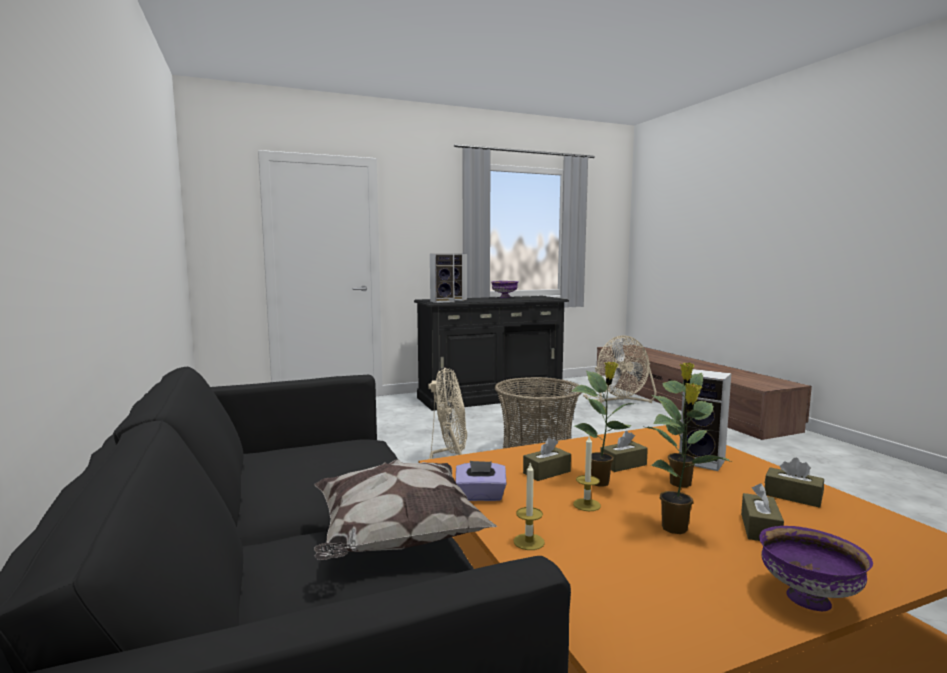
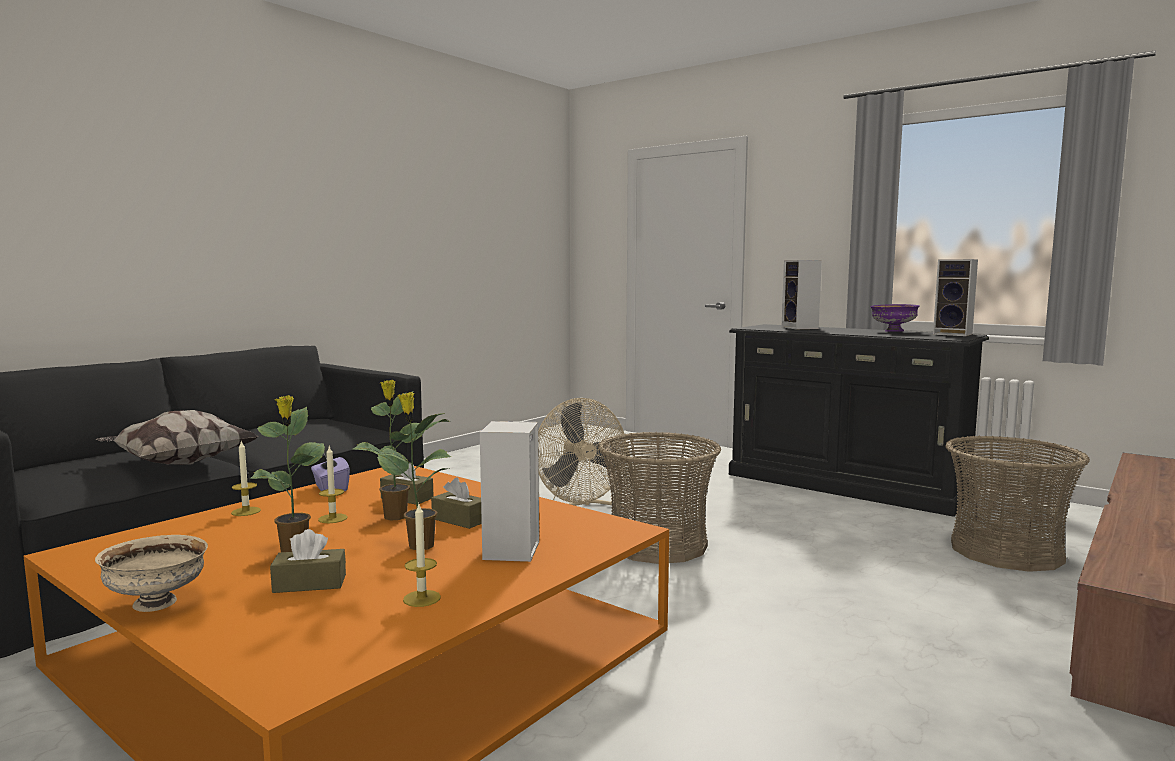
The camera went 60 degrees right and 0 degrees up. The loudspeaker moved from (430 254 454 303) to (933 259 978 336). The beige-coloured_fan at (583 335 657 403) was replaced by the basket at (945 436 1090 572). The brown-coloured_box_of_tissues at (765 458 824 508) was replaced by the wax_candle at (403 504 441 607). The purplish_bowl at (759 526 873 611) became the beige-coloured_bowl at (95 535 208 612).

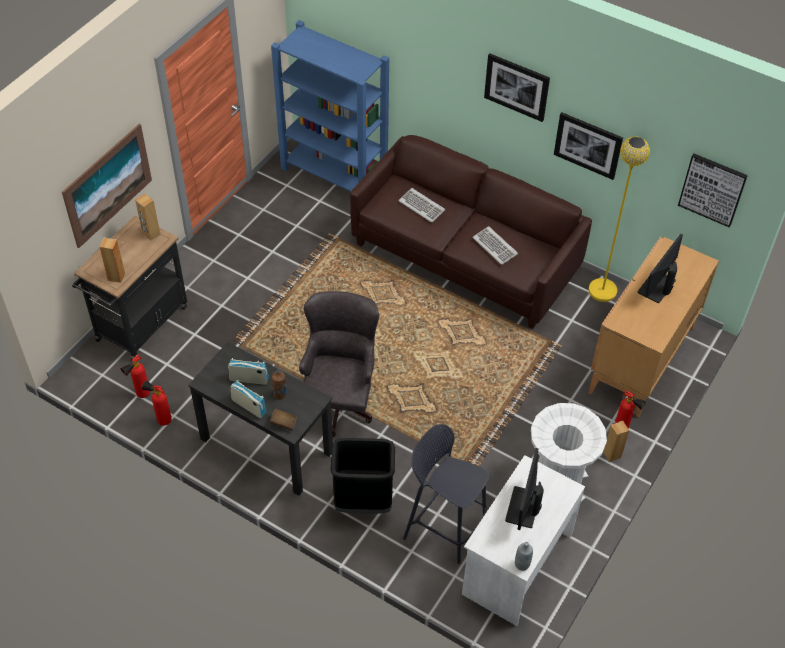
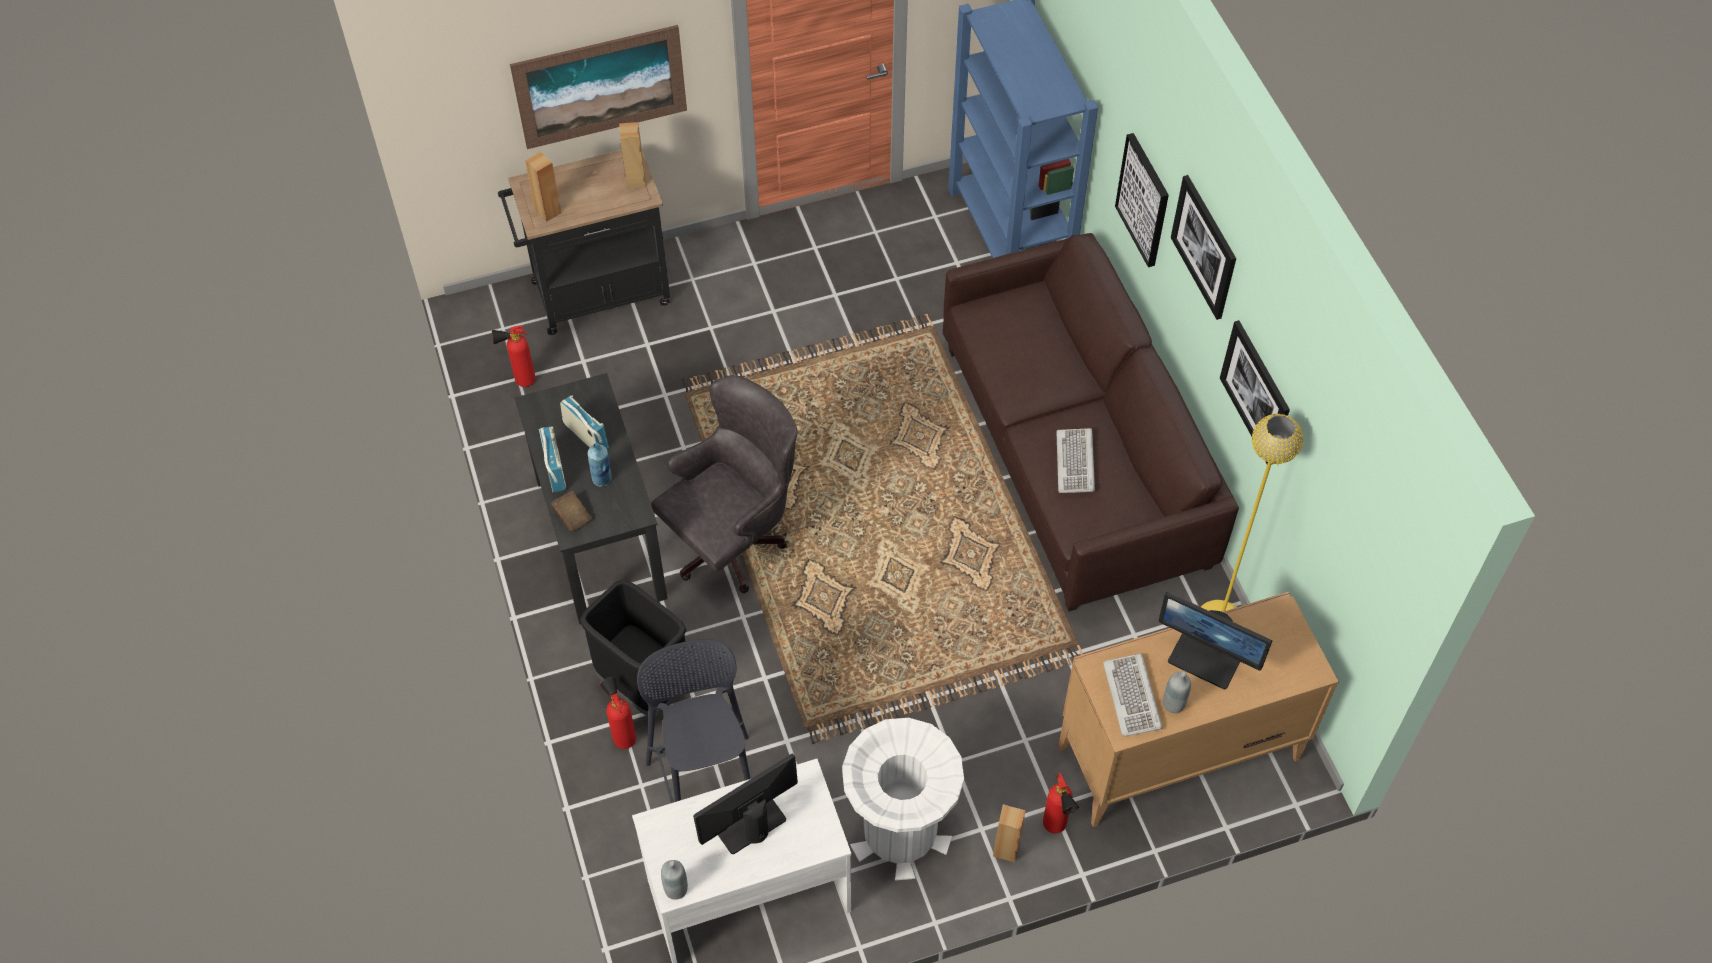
The camera went 40 degrees right and 5 degrees up. The greyish_beverage_bottle at (1163 671 1191 713) appeared. The fire_extinguisher moved from (142 380 172 426) to (600 677 636 749). The keyboard moved from (398 188 445 223) to (1103 653 1162 737). The picture moved from (678 154 748 227) to (1115 133 1169 267). The brown-coloured_beverage_bottle at (272 370 287 400) became the blue_beverage_bottle at (588 443 612 487). The monitor at (638 234 683 303) turned 135 degrees counterclockwise.

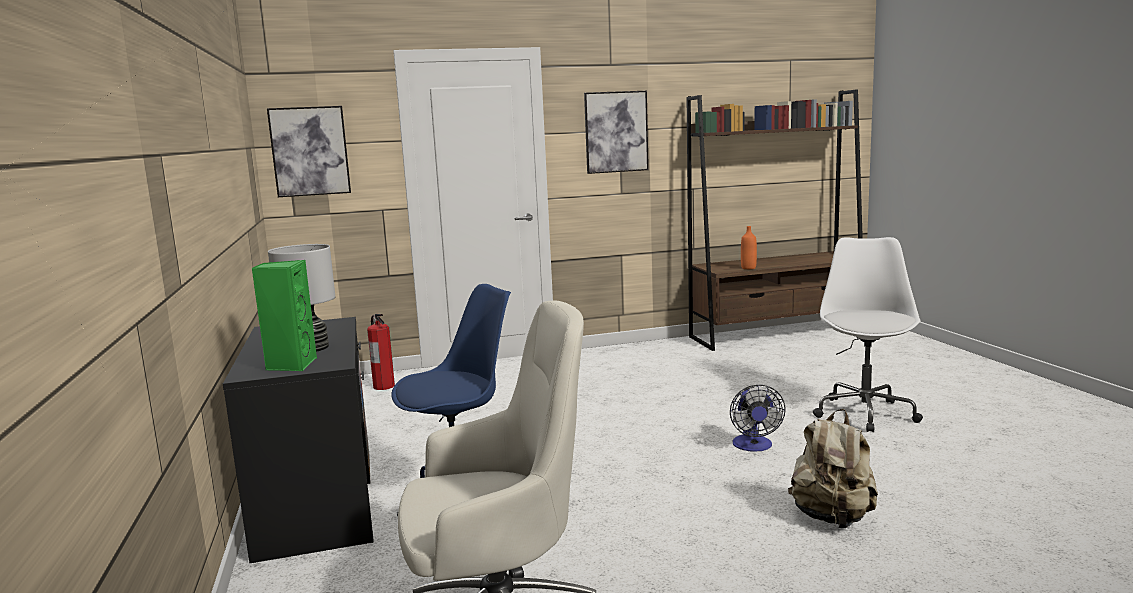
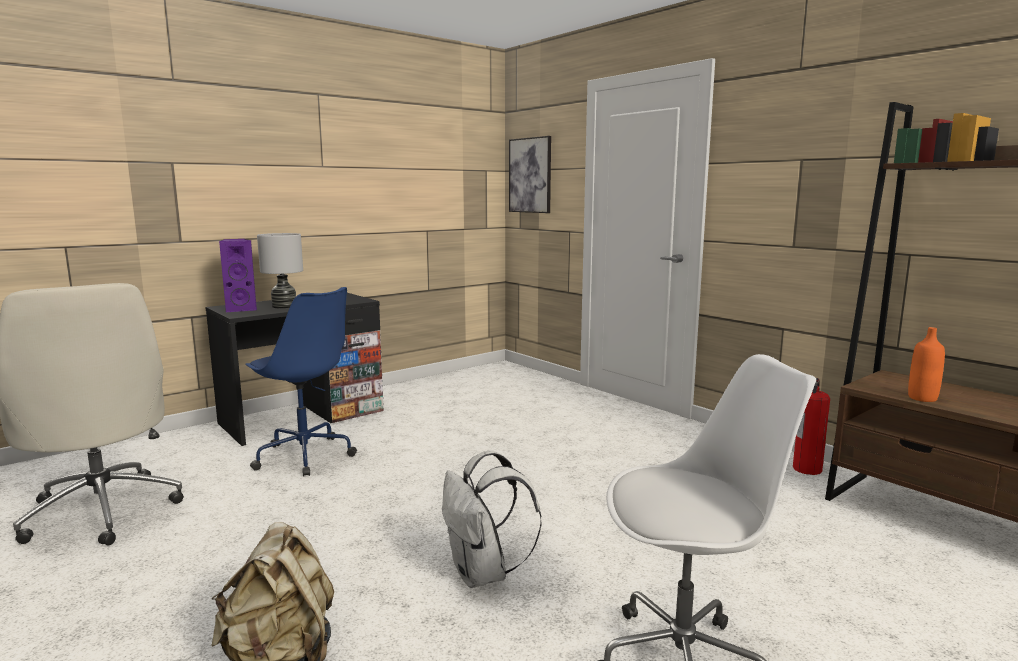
The camera went 65 degrees right and 0 degrees up. The picture at (584 91 649 174) disappeared. The fire_extinguisher moved from (367 314 395 390) to (793 378 830 475). The fan at (730 385 786 452) was replaced by the white_rucksack at (442 451 542 588). The green-coloured_loudspeaker at (252 260 317 371) became the purplish_loudspeaker at (219 239 257 312).

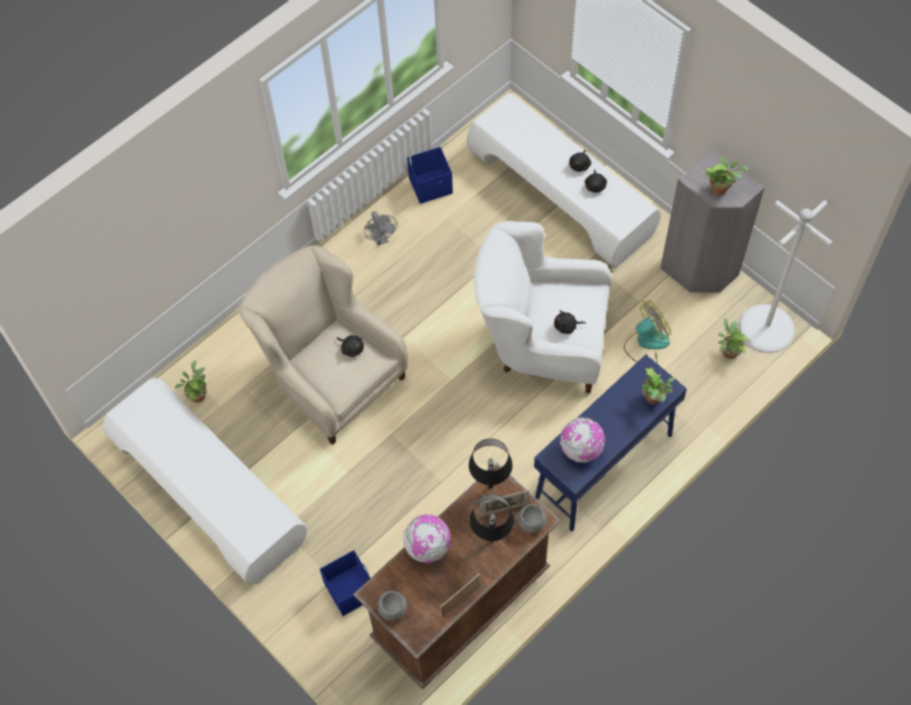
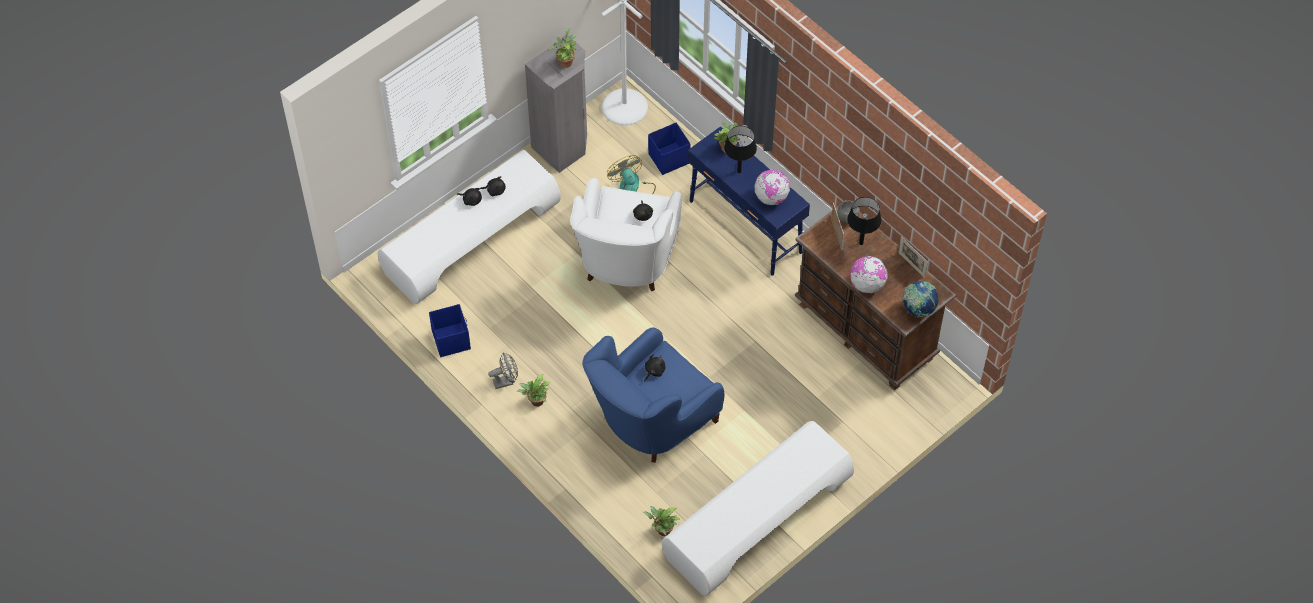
The camera went 90 degrees left and 5 degrees down. The blue_storage_box moved from (320 550 370 616) to (648 123 691 175). The black-coloured_table_lamp moved from (469 439 513 489) to (724 126 757 173). The plant_in_a_pot moved from (718 318 749 359) to (517 374 550 407). The greyish_bowl at (377 591 407 621) was replaced by the globe at (902 281 938 317). The beige-coloured_lounge_chair at (239 246 408 445) became the blue_lounge_chair at (582 327 725 463).

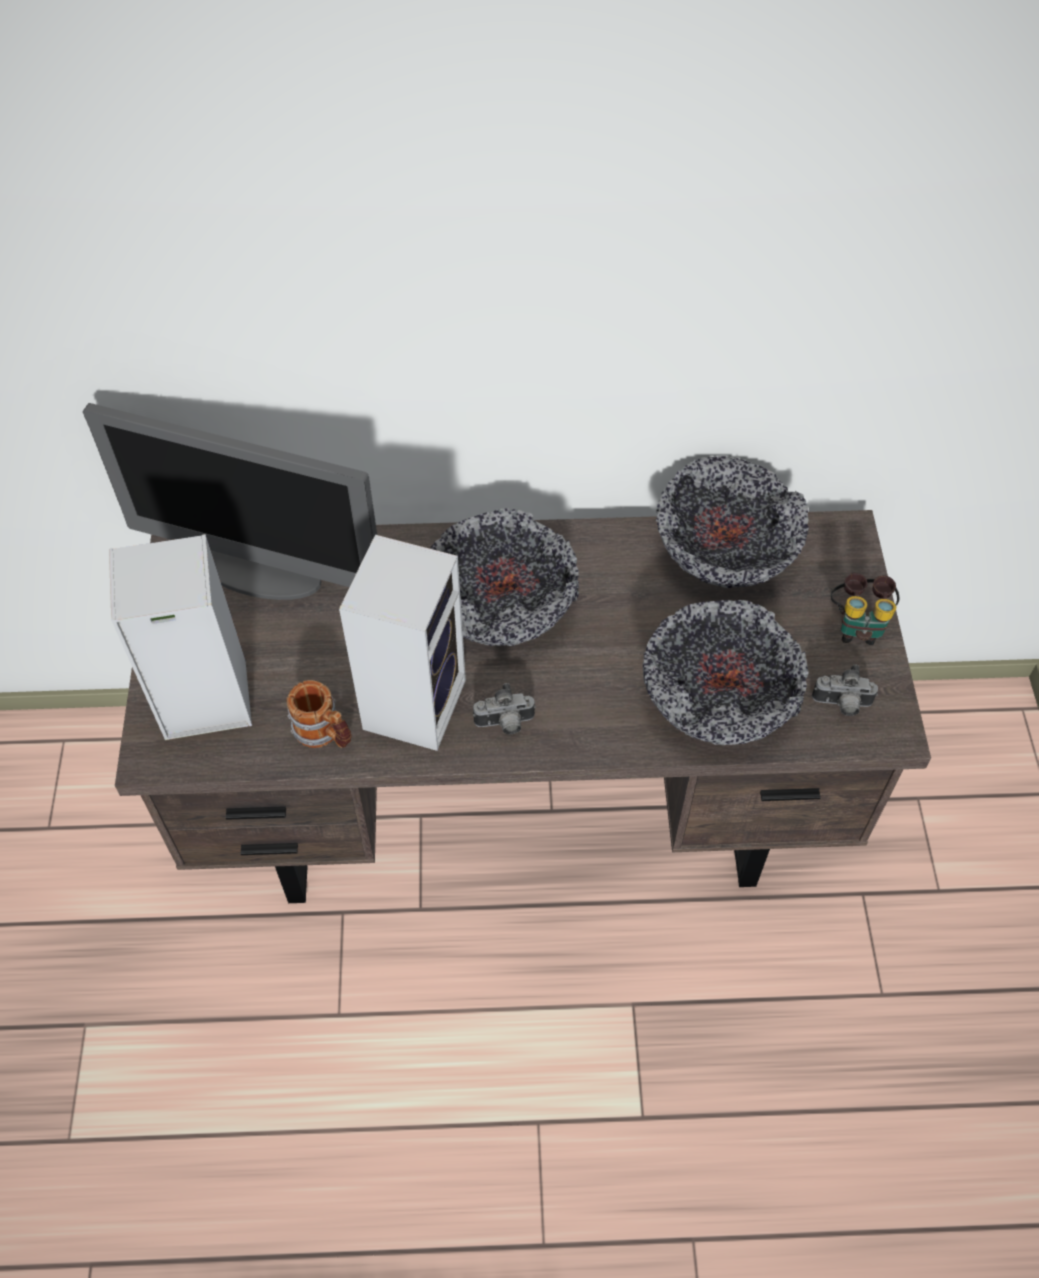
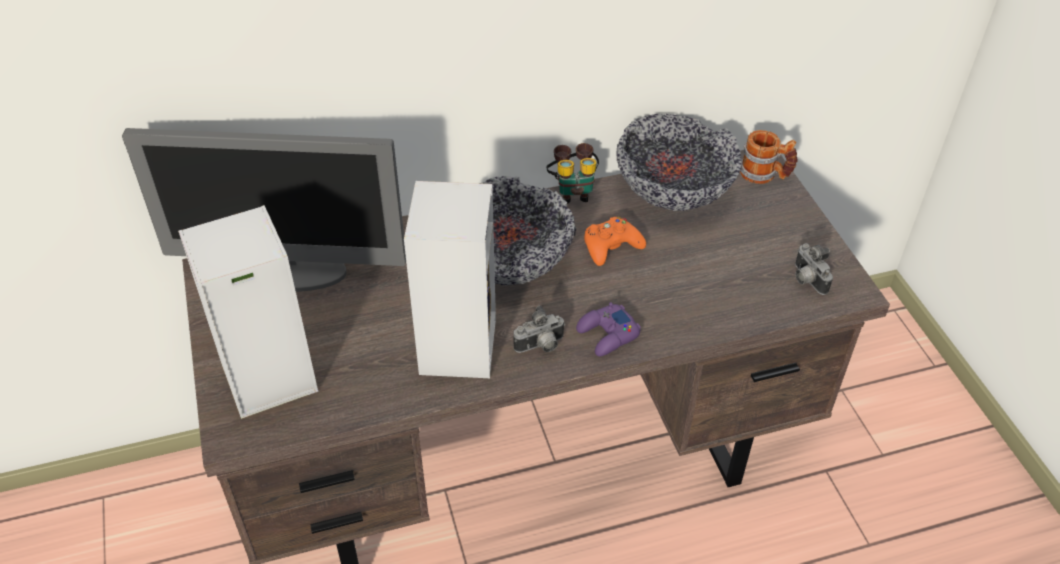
The camera went 15 degrees left and 10 degrees down. The bowl at (643 600 809 745) disappeared. The purplish_game_controller at (576 302 641 356) appeared. The orange_game_controller at (584 216 646 266) appeared. The coffee_mug moved from (286 680 352 748) to (740 130 798 184). The binoculars moved from (831 573 900 645) to (546 143 599 204). The still_camera at (812 664 878 716) turned 75 degrees clockwise.

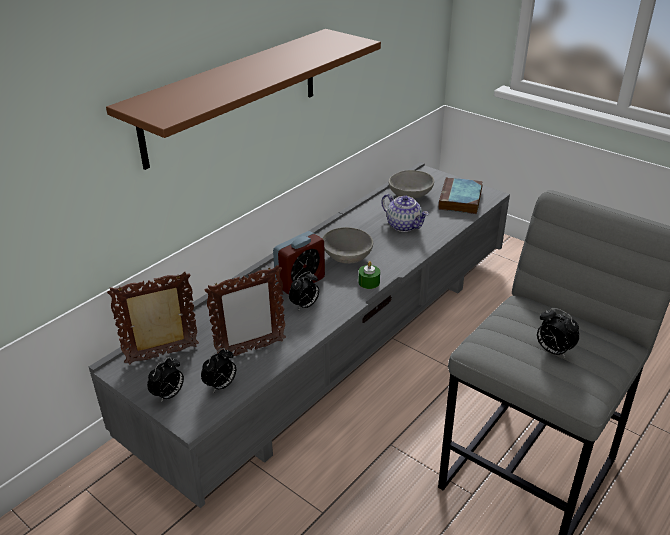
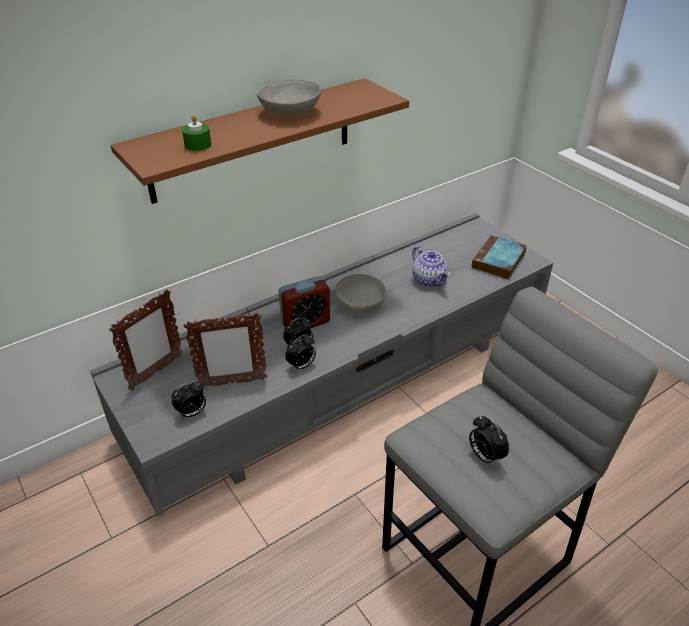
The camera went 15 degrees right and 5 degrees up. The table_clock moved from (147 357 184 403) to (285 335 316 371). The green-coloured_wax_candle moved from (359 261 380 289) to (182 114 211 151). The greyish_bowl moved from (388 170 434 198) to (257 79 321 116). The picture_frame at (107 272 199 365) turned 135 degrees clockwise.

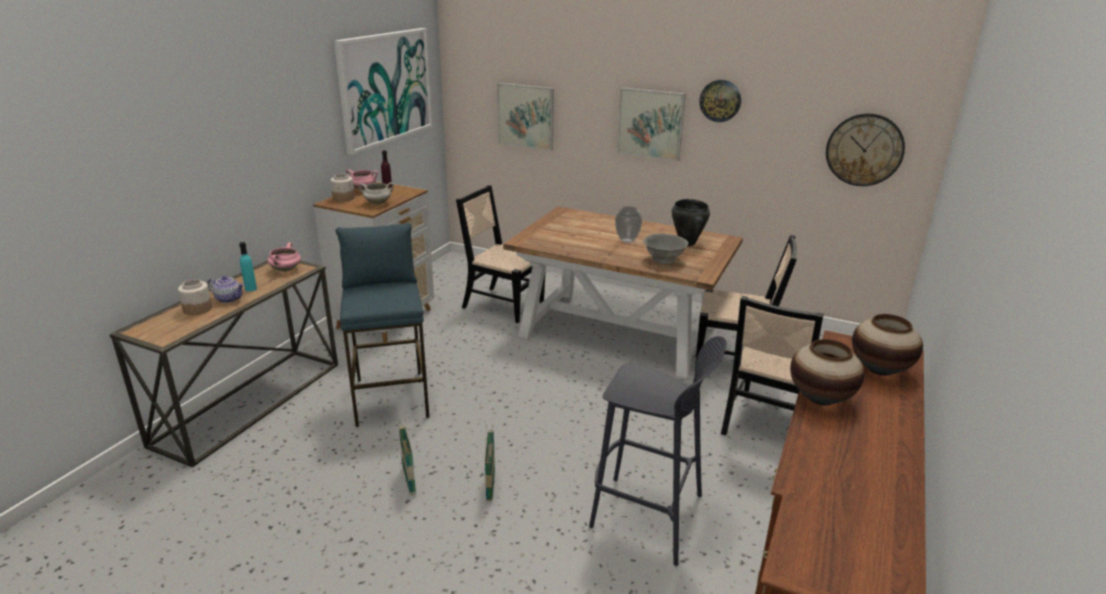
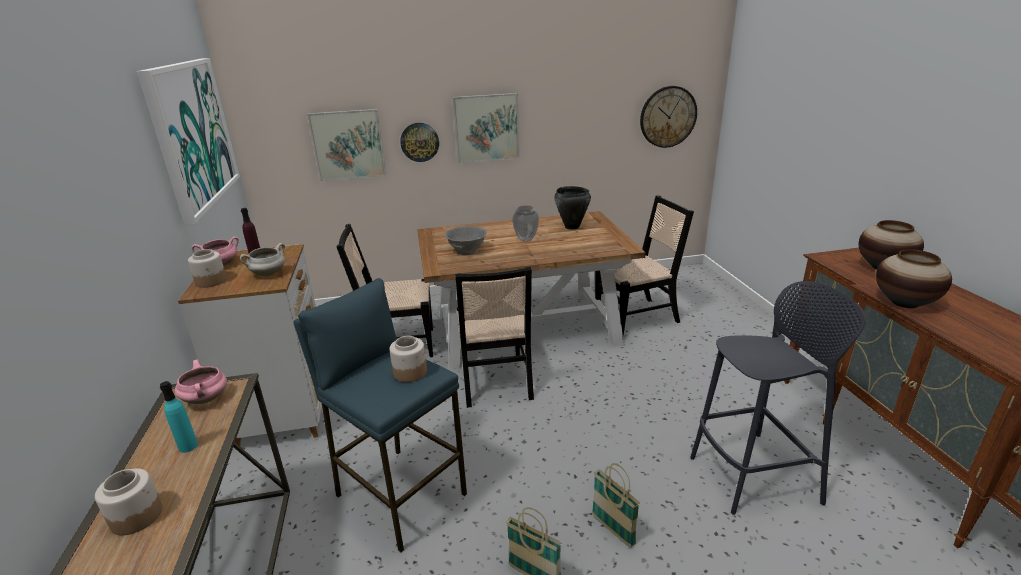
The camera went 35 degrees left and 0 degrees up. The tea_pot at (207 276 244 303) disappeared. The preserve_jar at (389 336 427 382) appeared. The greyish_bowl moved from (643 233 688 264) to (444 226 487 255). The hanging_clock moved from (699 80 741 122) to (400 123 439 162). The chair moved from (721 296 824 436) to (455 267 534 408).

